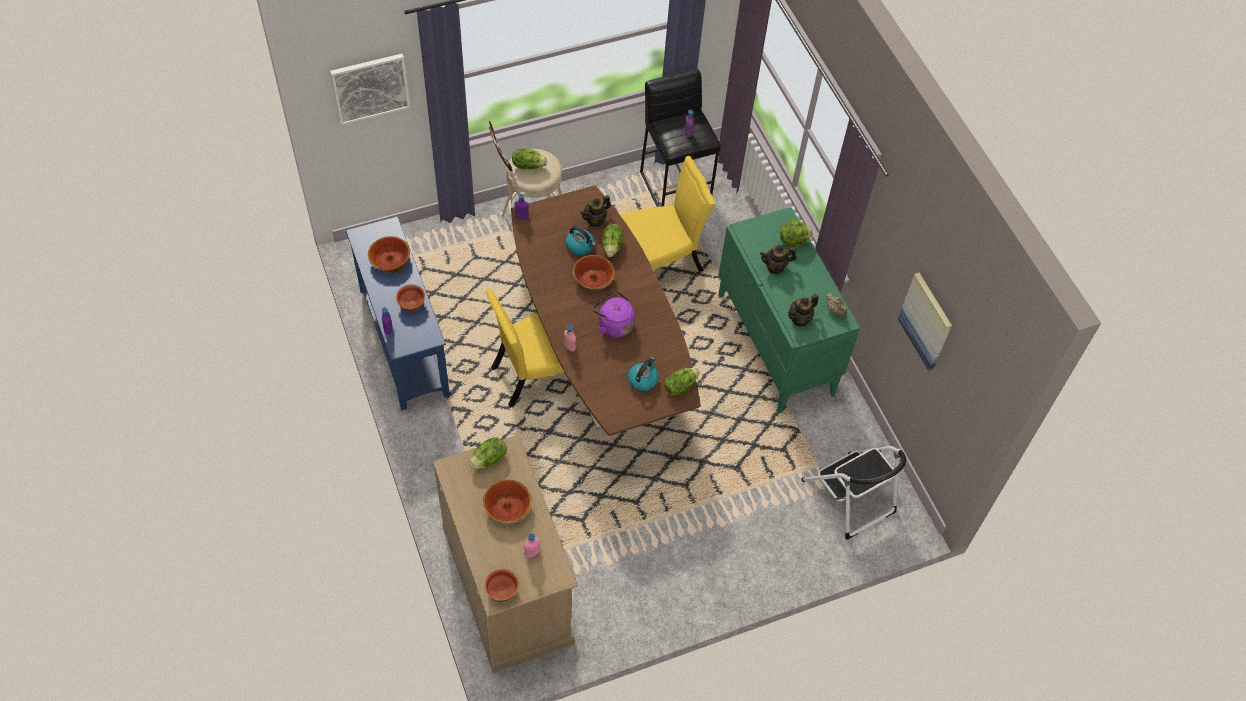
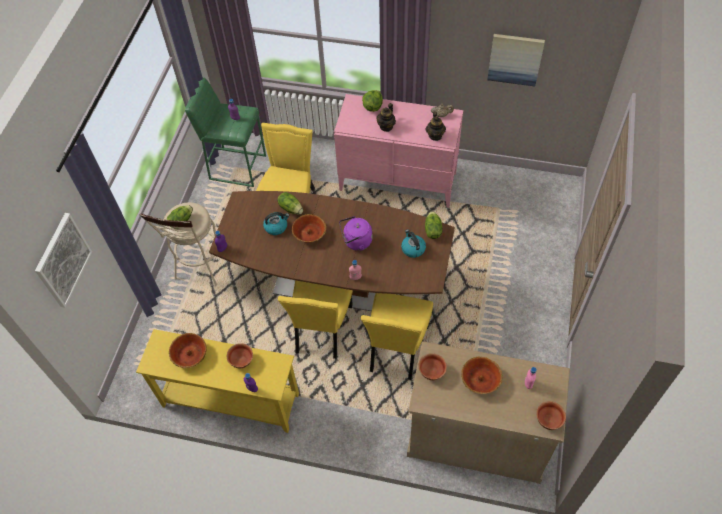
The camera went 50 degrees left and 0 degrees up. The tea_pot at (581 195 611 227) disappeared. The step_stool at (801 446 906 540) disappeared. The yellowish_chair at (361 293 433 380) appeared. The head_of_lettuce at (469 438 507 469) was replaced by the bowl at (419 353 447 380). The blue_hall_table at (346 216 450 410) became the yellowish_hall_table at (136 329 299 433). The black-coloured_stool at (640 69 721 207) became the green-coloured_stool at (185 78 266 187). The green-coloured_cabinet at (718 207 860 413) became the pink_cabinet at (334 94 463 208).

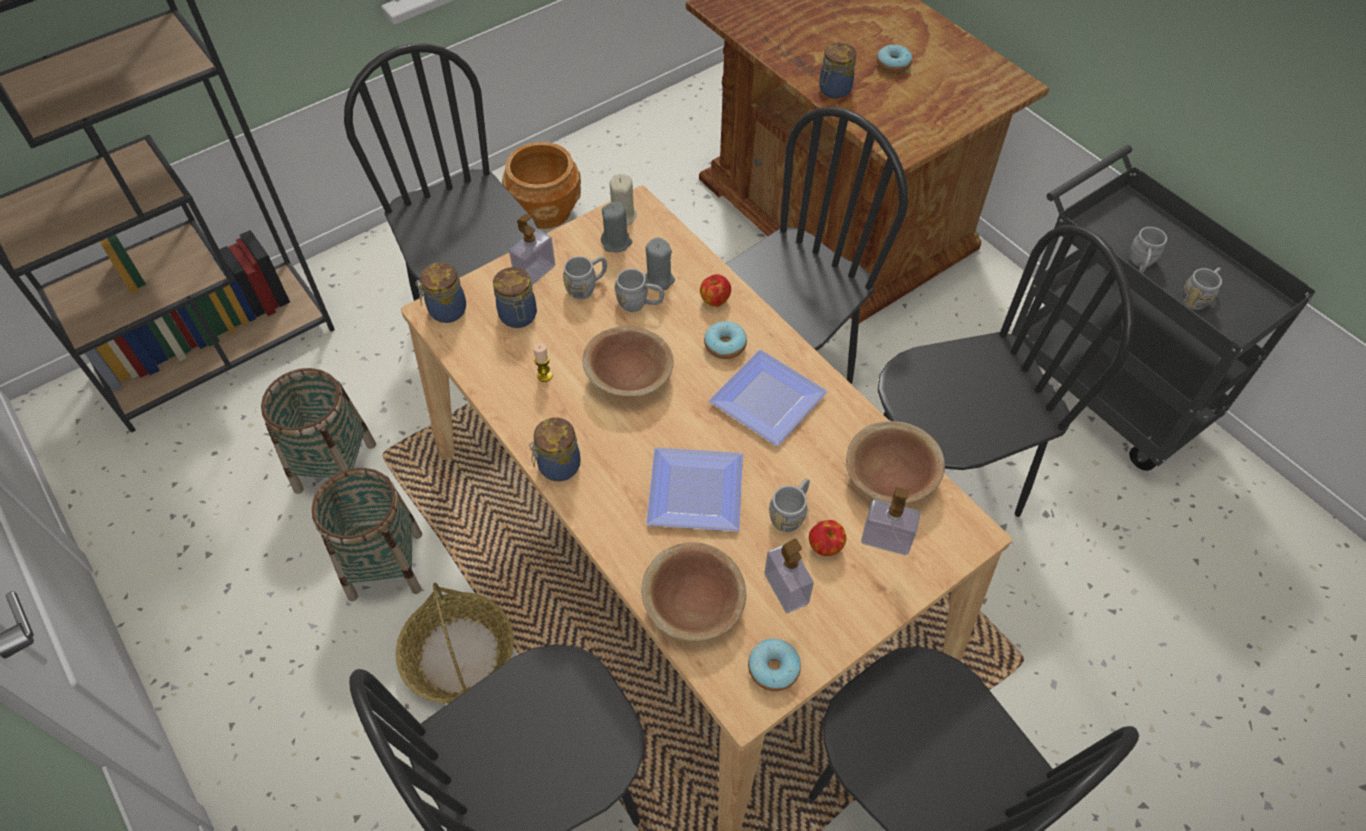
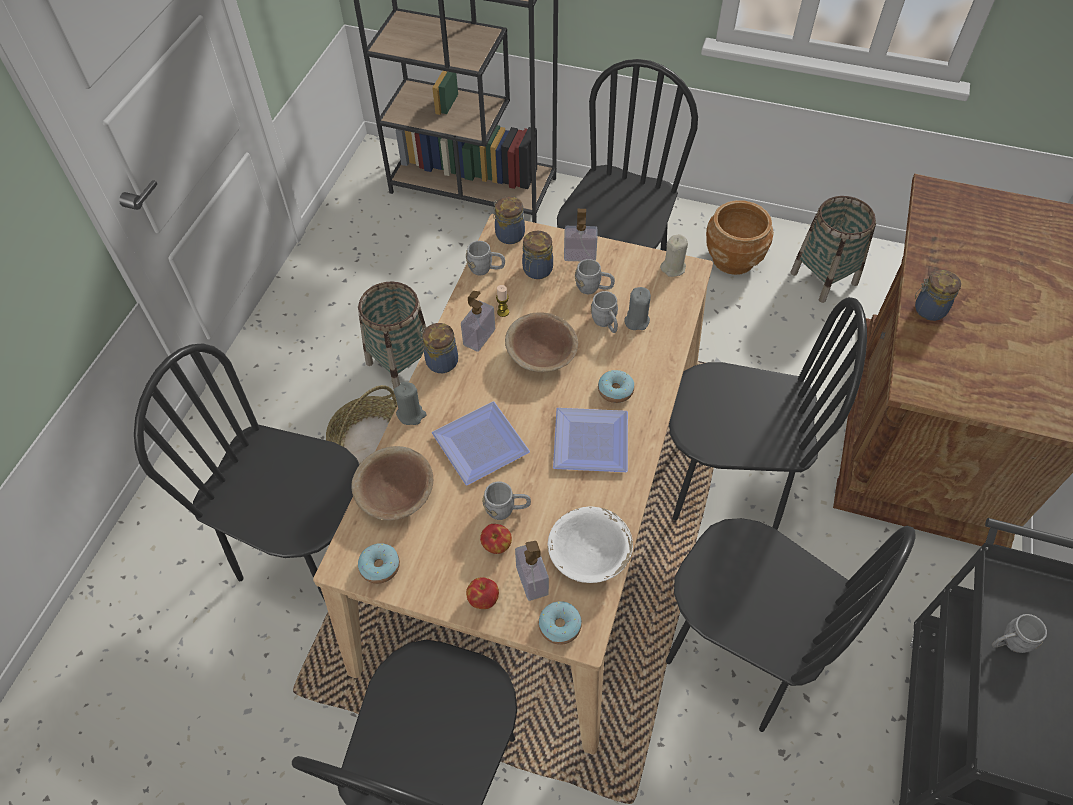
The camera went 55 degrees right and 0 degrees up. The basket moved from (261 368 376 494) to (790 196 876 303). The greyish_wax_candle moved from (601 202 632 252) to (394 382 427 425). The apple moved from (700 274 731 307) to (466 577 499 609). The soap_bottle moved from (765 538 814 613) to (461 291 495 352). The ring_doughnut moved from (877 45 912 73) to (539 601 582 645). The greyish_coffee_mug moved from (1182 267 1222 310) to (466 241 505 275). The brown-coloured_bowl at (846 421 945 504) became the white_bowl at (548 507 633 583).

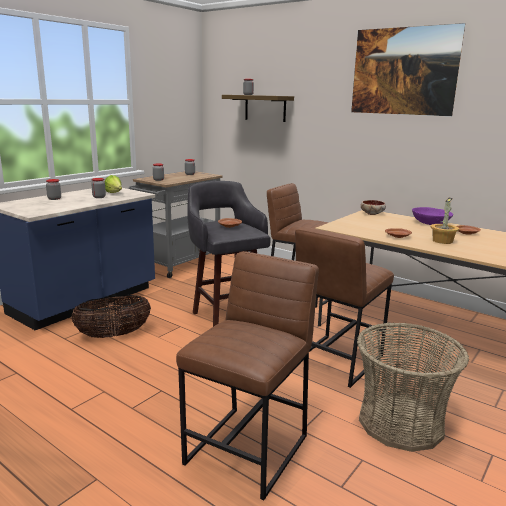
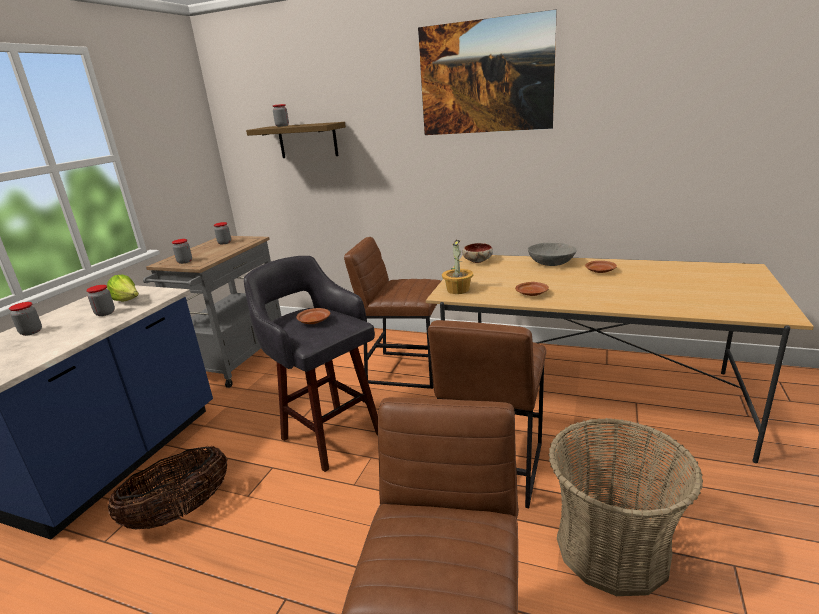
The camera went 15 degrees left and 5 degrees up. The plant_in_a_pot moved from (431 198 459 244) to (442 240 473 294). The purplish_bowl at (412 207 453 225) became the greyish_bowl at (528 243 577 266).

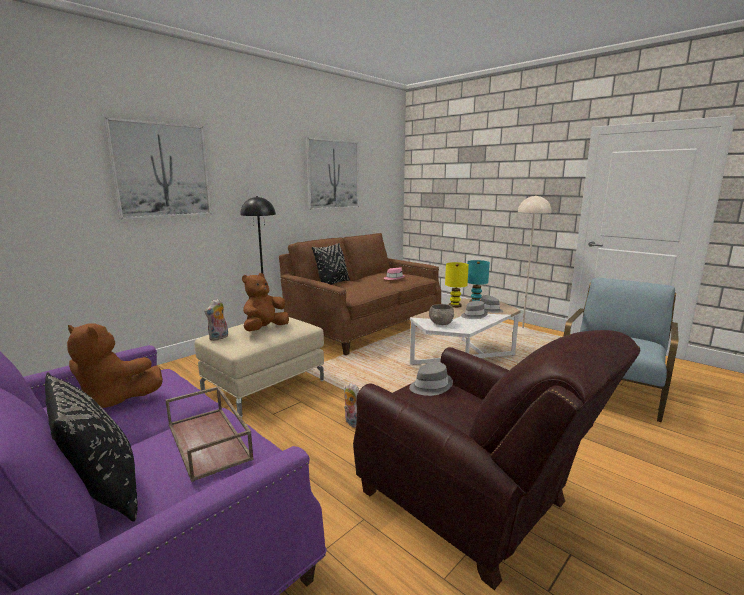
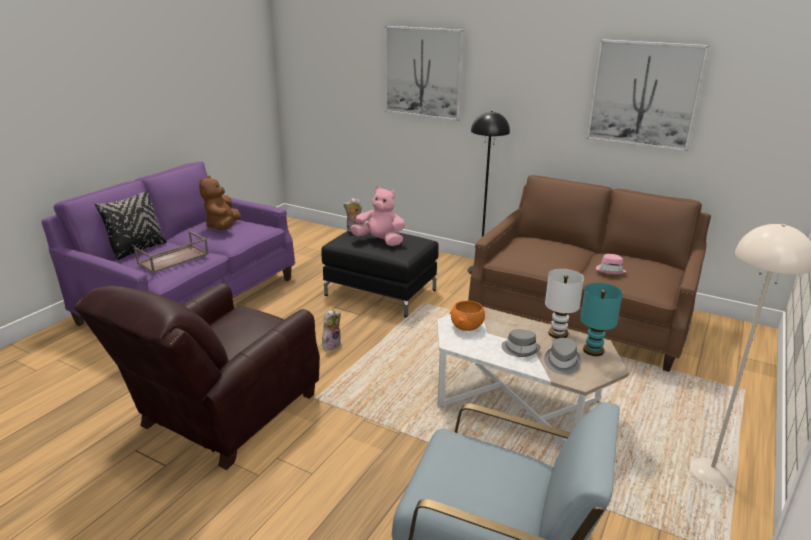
The camera went 75 degrees right and 10 degrees up. The black-coloured_throw_pillow at (312 243 350 285) disappeared. The greyish_clothing_hat at (409 362 453 396) disappeared. The beige-coloured_footrest at (195 317 324 418) became the black-coloured_footrest at (321 231 439 317). The brown-coloured_plush_toy at (242 273 289 331) became the pink_plush_toy at (350 186 405 246). The greyish_bowl at (429 304 454 325) became the orange_bowl at (450 301 485 331). The yellowish_table_lamp at (445 262 469 308) became the white_table_lamp at (545 269 584 339).

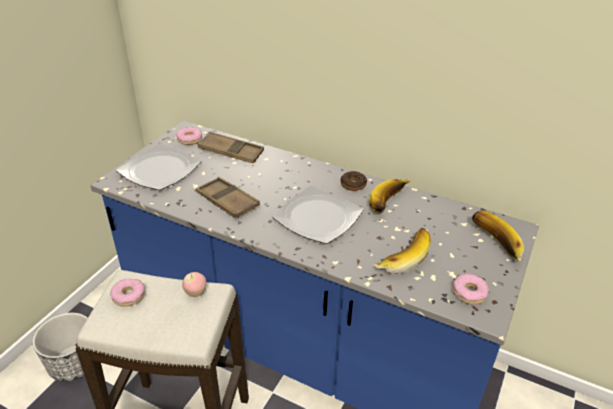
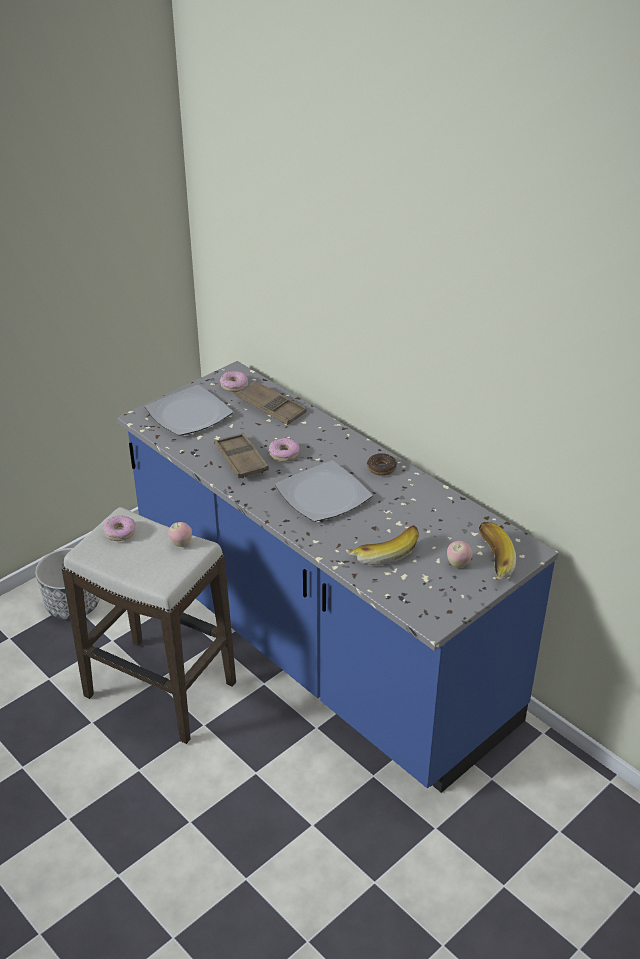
The camera went 20 degrees right and 0 degrees up. The banana at (369 179 411 213) disappeared. The apple at (447 541 472 568) appeared. The ring_doughnut moved from (452 274 489 304) to (269 438 299 461).

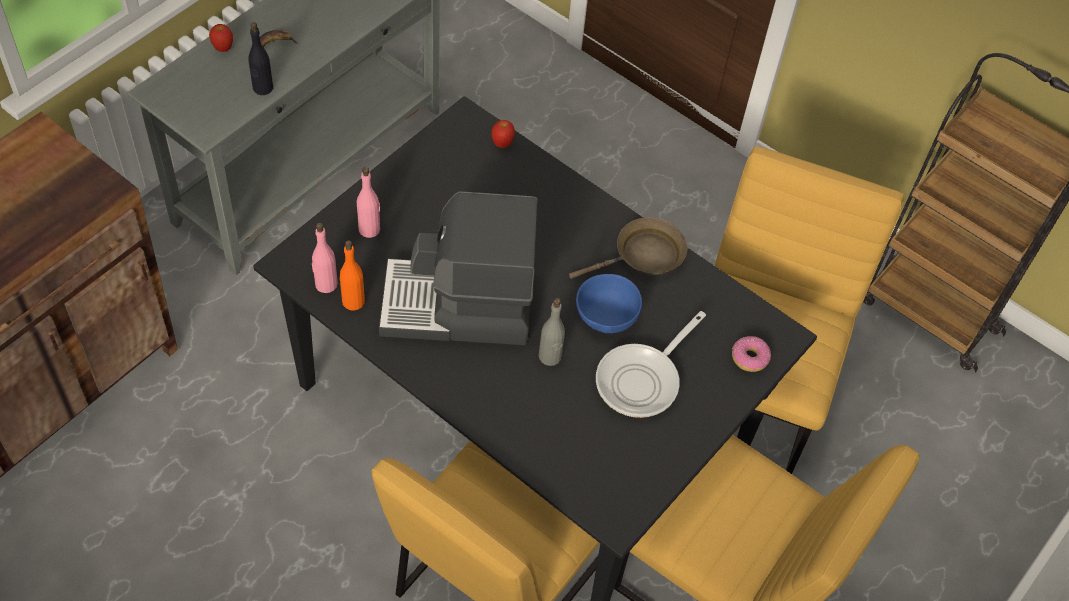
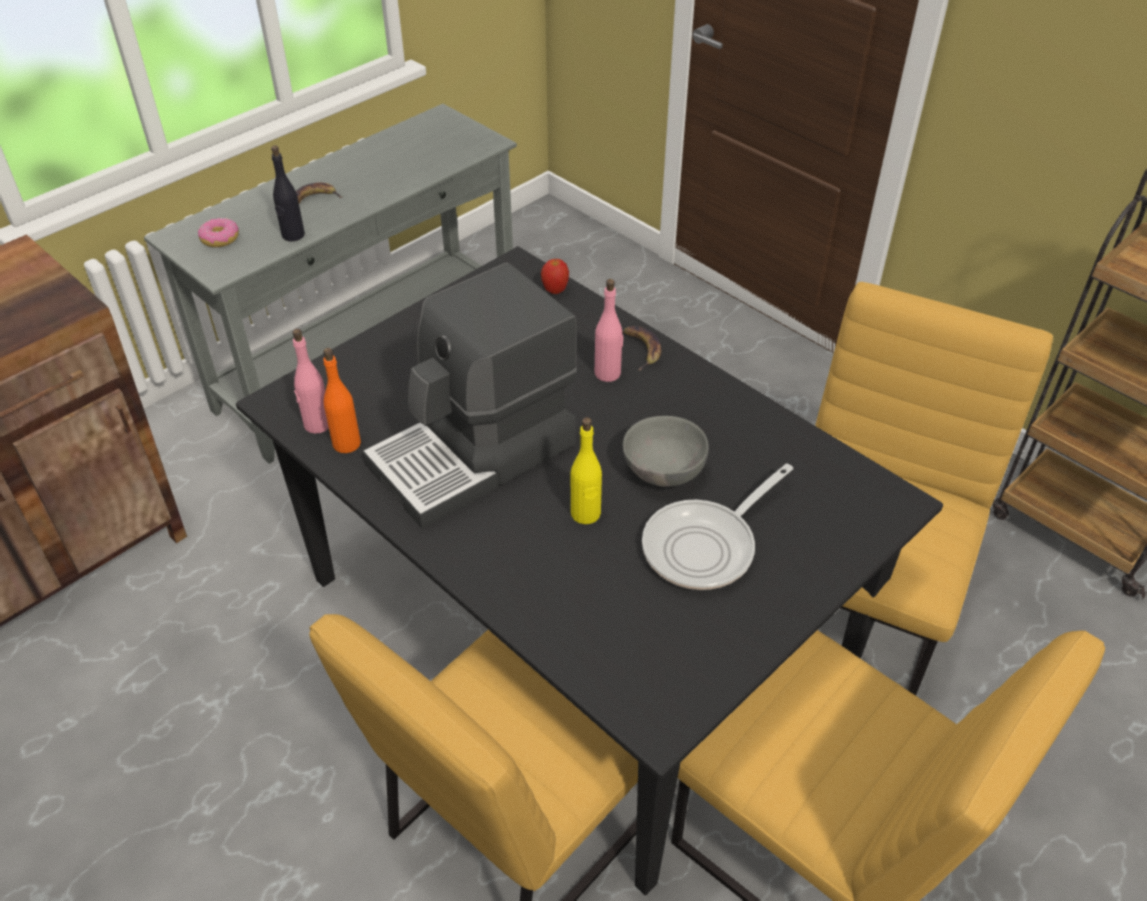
The camera went 10 degrees right and 10 degrees down. The apple at (209 24 233 52) disappeared. The brown-coloured_skillet at (569 217 687 279) disappeared. The banana at (622 326 661 371) appeared. The pink_beverage_bottle moved from (357 167 380 238) to (595 279 623 382). The ring_doughnut moved from (732 336 771 372) to (198 218 239 247). The greyish_beverage_bottle at (539 298 565 366) became the yellowish_beverage_bottle at (571 417 602 524). The blue_bowl at (576 274 642 333) became the greyish_bowl at (623 416 709 487). The coffee_machine at (379 191 538 345) turned 45 degrees counterclockwise.

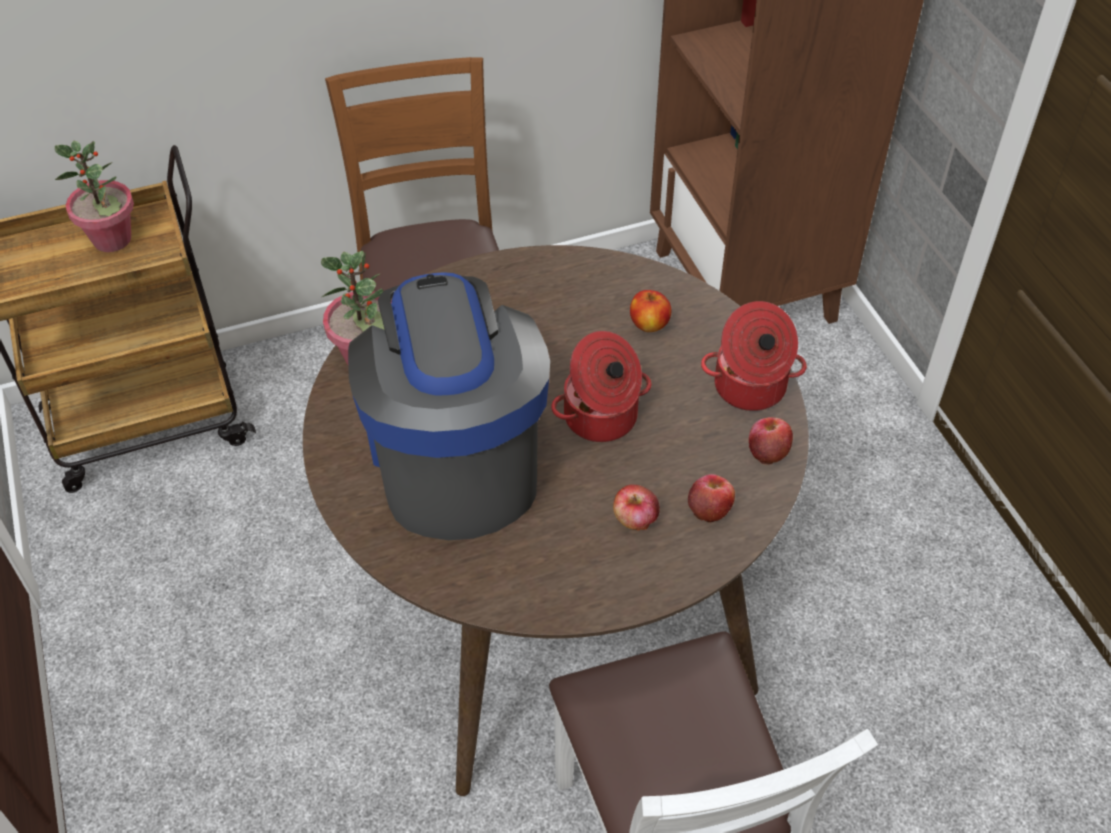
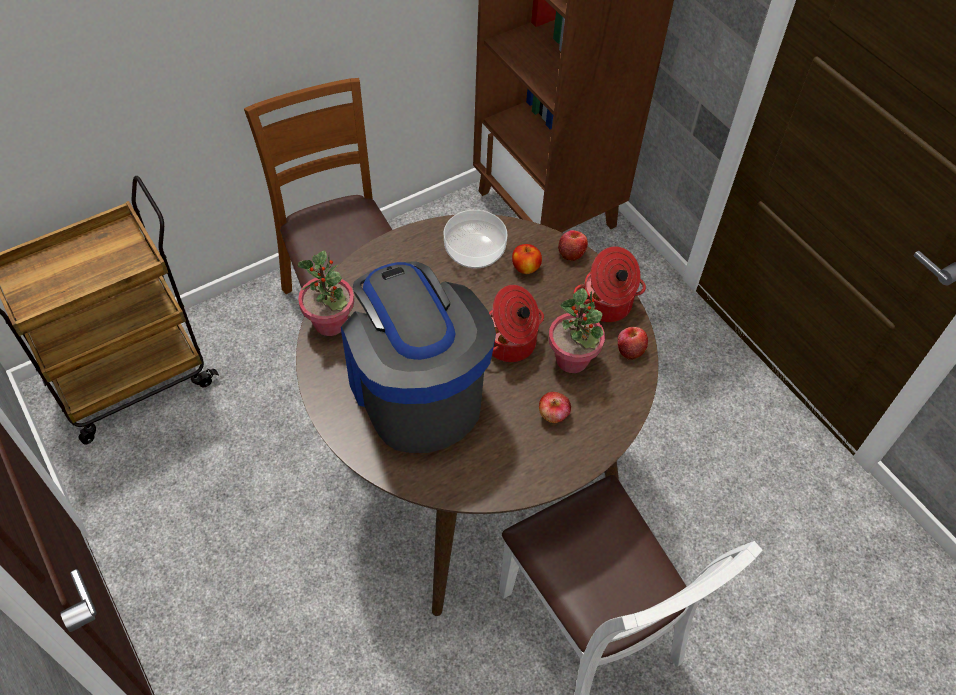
The camera went 15 degrees left and 5 degrees up. The bowl at (444 210 508 268) appeared. The plant_in_a_pot moved from (55 141 134 252) to (549 288 605 373). The apple moved from (688 474 735 523) to (558 230 588 261).

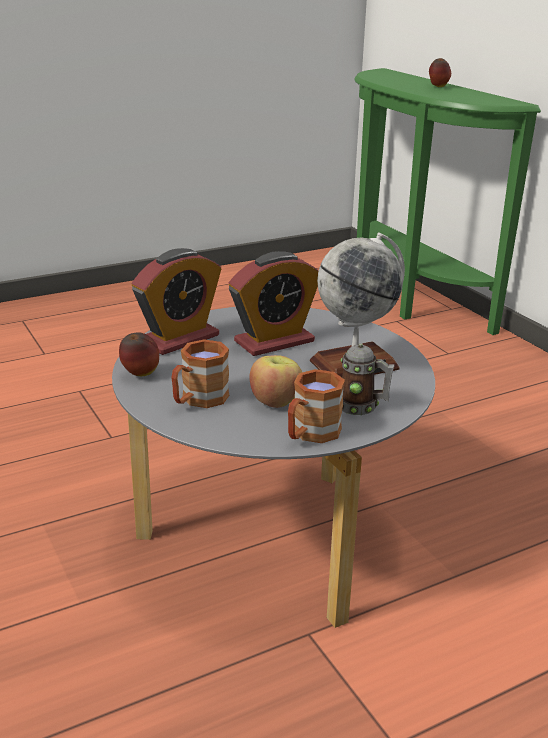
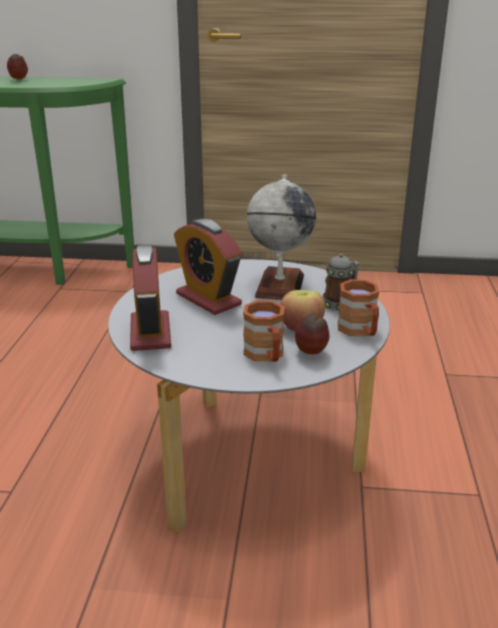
The camera went 55 degrees left and 0 degrees up. The apple moved from (119 332 159 376) to (295 314 330 355). The table_clock at (229 251 319 356) turned 135 degrees clockwise.

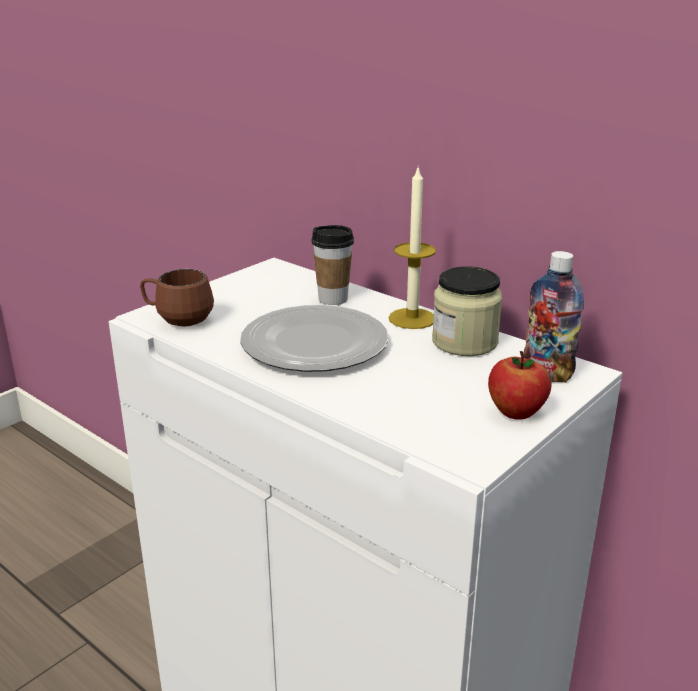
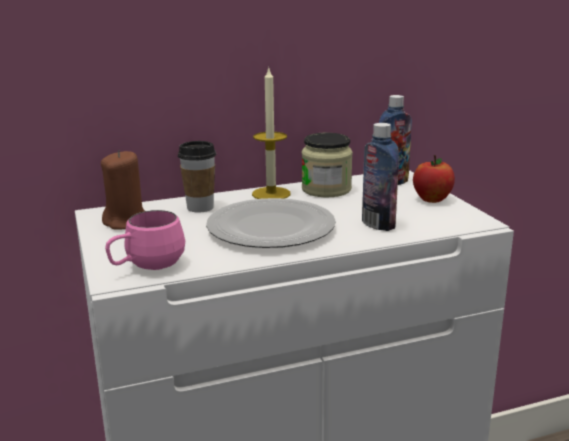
The camera went 60 degrees left and 5 degrees down. The brown-coloured_wax_candle at (101 150 145 230) appeared. The beverage_bottle at (362 123 399 231) appeared. The brown-coloured_coffee_mug at (140 269 214 326) became the pink_coffee_mug at (105 210 185 270).

